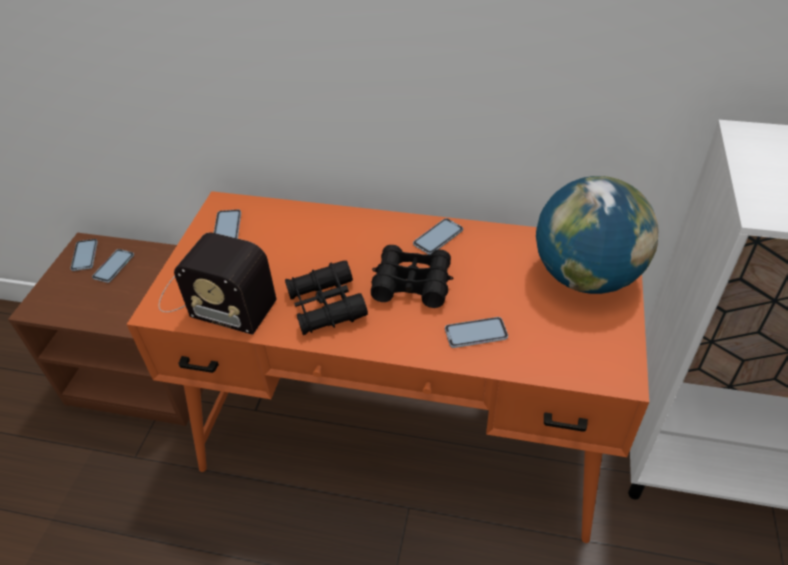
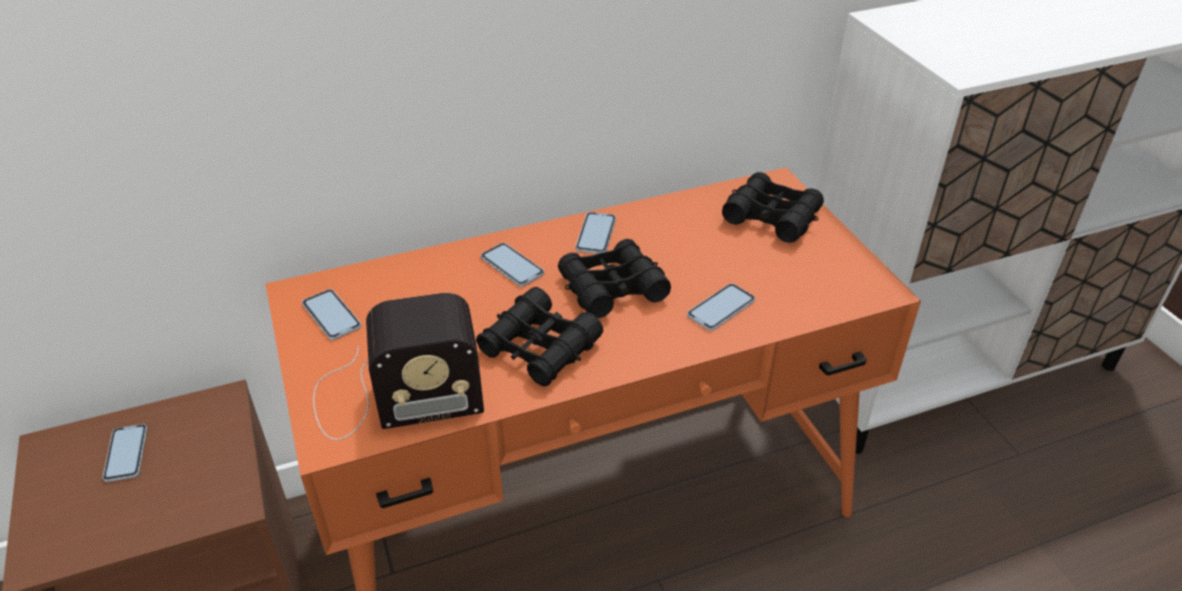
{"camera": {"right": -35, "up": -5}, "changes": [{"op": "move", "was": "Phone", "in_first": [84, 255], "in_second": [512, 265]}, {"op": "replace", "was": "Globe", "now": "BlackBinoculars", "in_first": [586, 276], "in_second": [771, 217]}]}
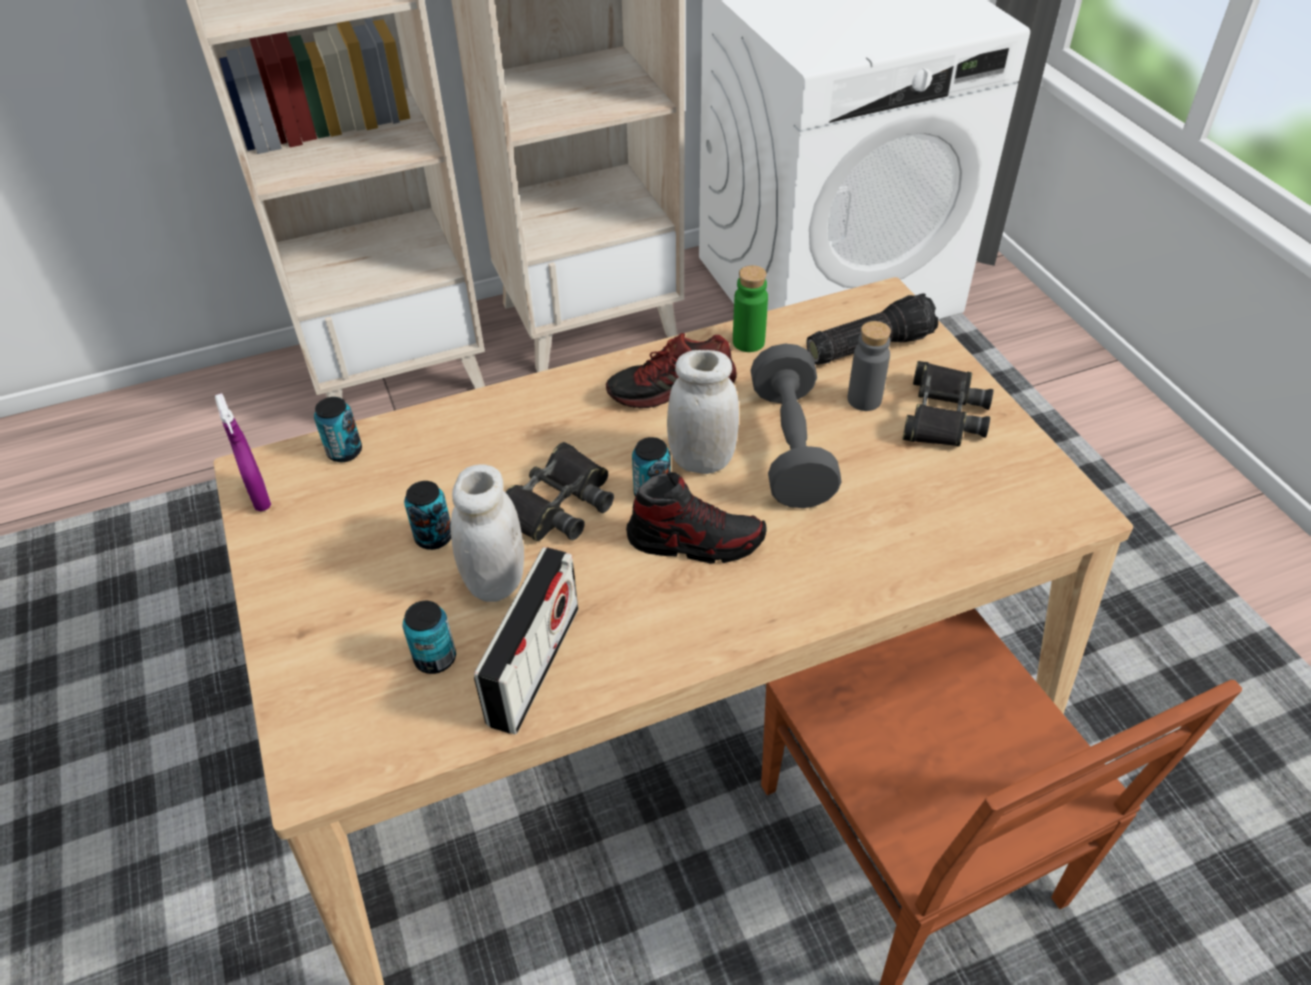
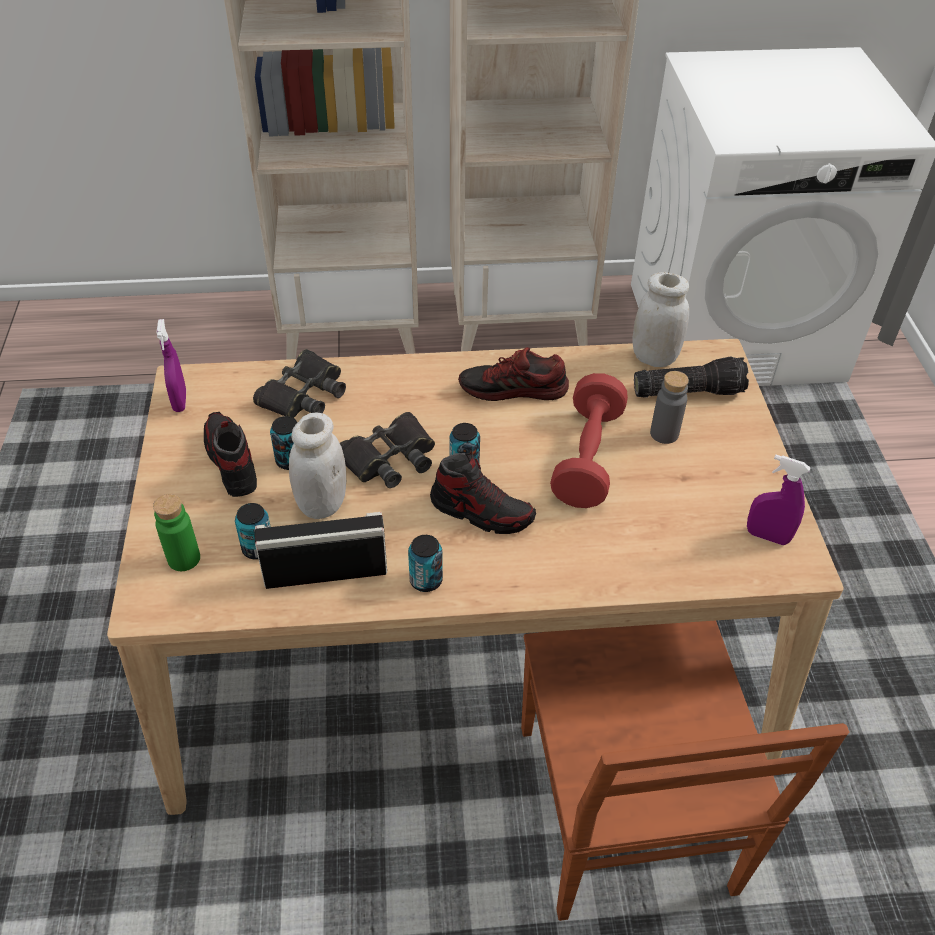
{"camera": {"right": 15, "up": 0}, "changes": [{"op": "move", "was": "Can", "in_first": [344, 451], "in_second": [426, 580]}, {"op": "rotate", "was": "Radio", "in_first": [534, 665], "in_second": [325, 572], "clockwise": -135}, {"op": "move", "was": "WhiteJar", "in_first": [702, 460], "in_second": [654, 357]}, {"op": "move", "was": "GreenBottle", "in_first": [748, 342], "in_second": [184, 558]}, {"op": "recolor", "was": "GreyDumbbell", "now": "RedDumbbell", "in_first": [791, 447], "in_second": [587, 458]}, {"op": "move", "was": "BlackBinoculars", "in_first": [942, 414], "in_second": [303, 394]}, {"op": "insert", "now": "Shoe", "in_second": [231, 462]}, {"op": "insert", "now": "PurpleSprayBottle", "in_second": [767, 536]}]}
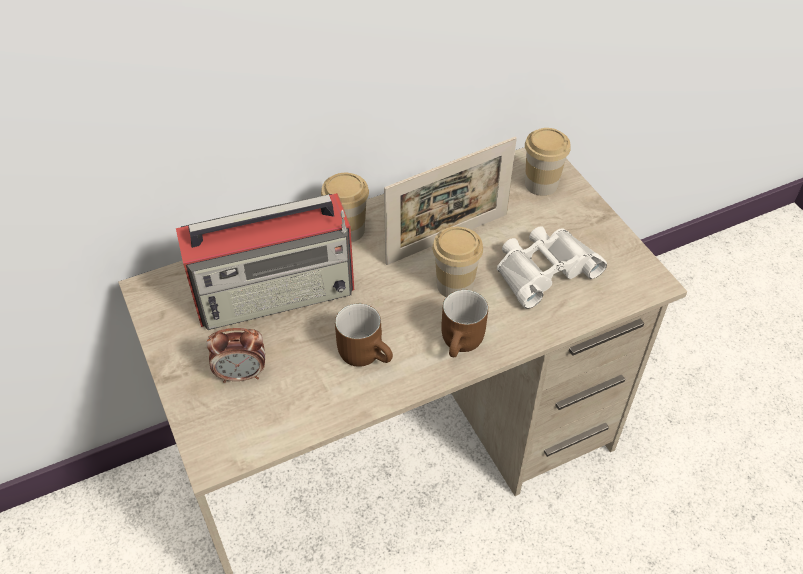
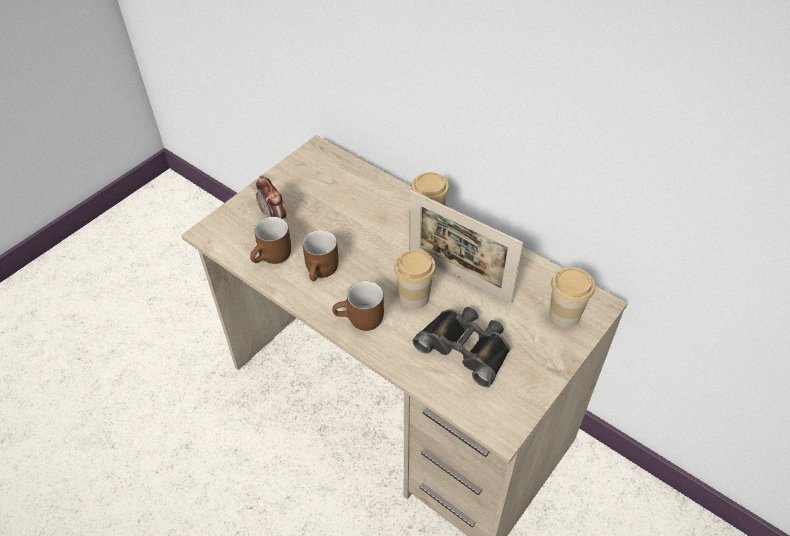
{"camera": {"right": 65, "up": 0}, "changes": [{"op": "delete", "was": "Radio", "in_first": [277, 292]}, {"op": "recolor", "was": "WhiteBinoculars", "now": "BlackBinoculars", "in_first": [543, 269], "in_second": [466, 347]}, {"op": "insert", "now": "BrownMug", "in_second": [273, 258]}]}
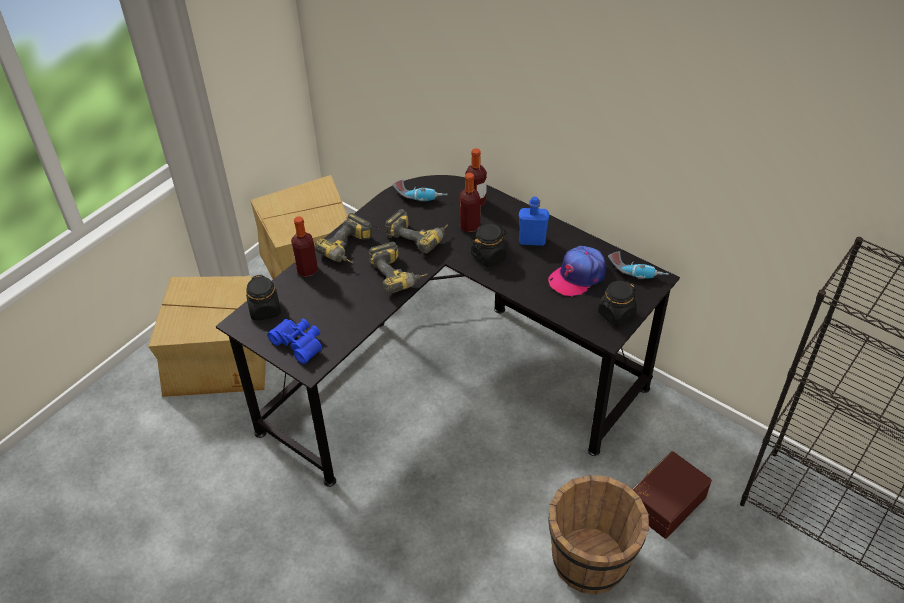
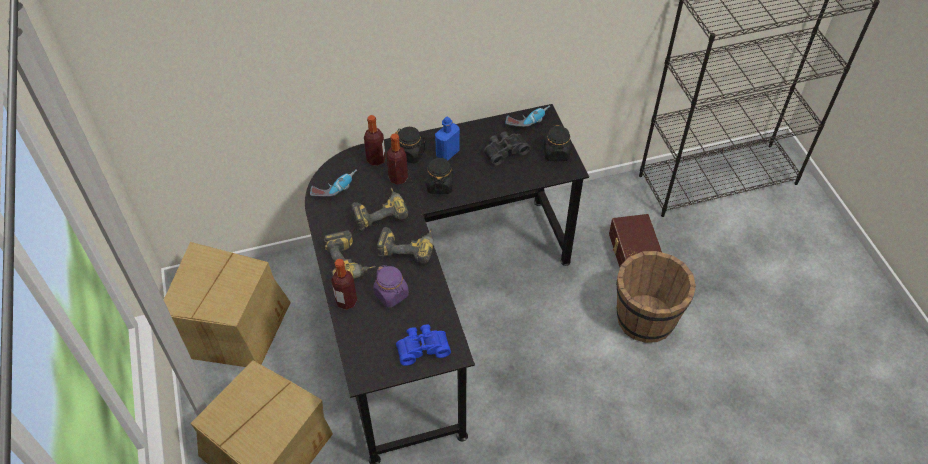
{"camera": {"right": -55, "up": 5}, "changes": [{"op": "move", "was": "BlackJar", "in_first": [265, 310], "in_second": [410, 154]}, {"op": "replace", "was": "Cap", "now": "BlackBinoculars", "in_first": [577, 276], "in_second": [504, 151]}, {"op": "insert", "now": "PurpleJar", "in_second": [391, 294]}]}
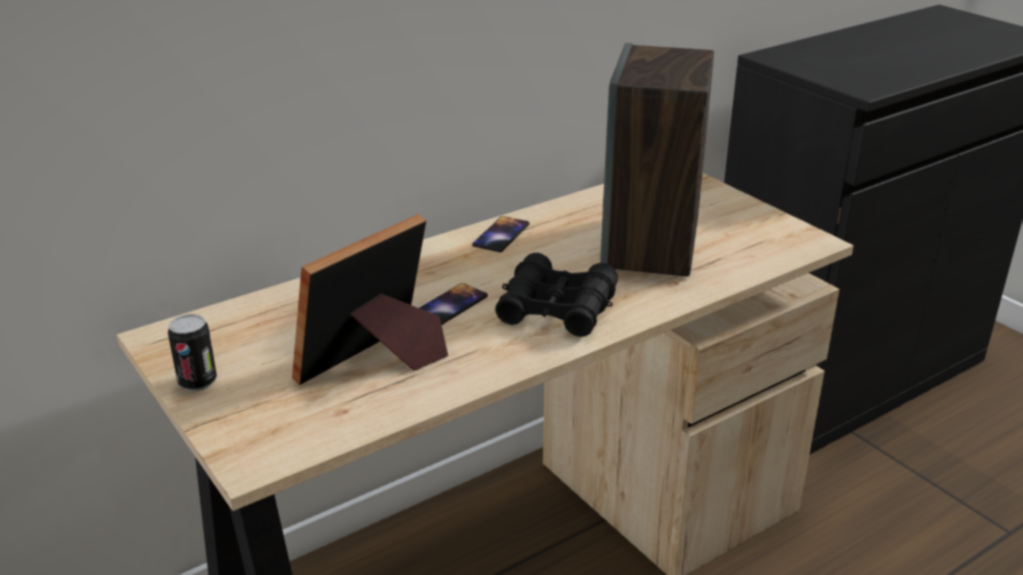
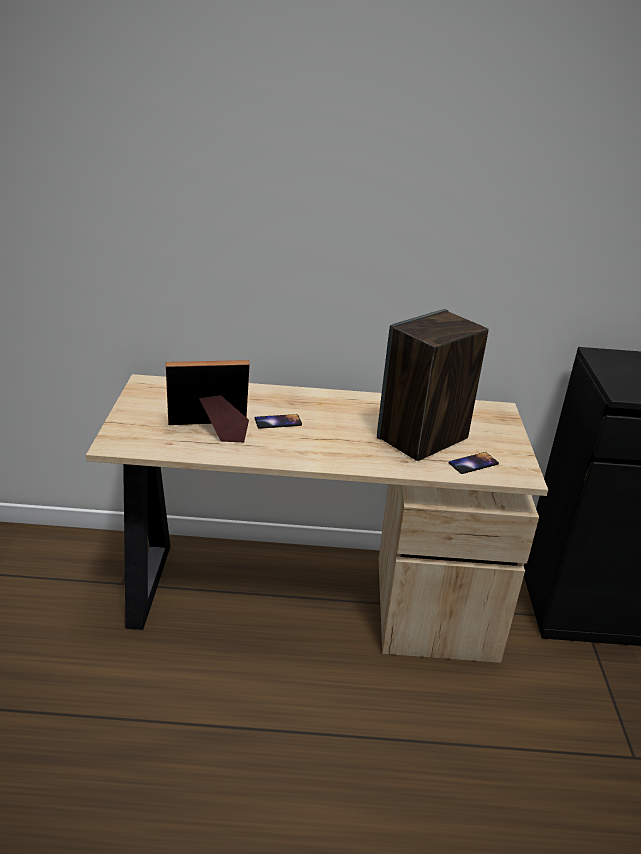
{"camera": {"right": 35, "up": 0}, "changes": [{"op": "delete", "was": "Can", "in_first": [197, 382]}, {"op": "move", "was": "Phone", "in_first": [501, 235], "in_second": [473, 463]}, {"op": "delete", "was": "BlackBinoculars", "in_first": [557, 309]}]}
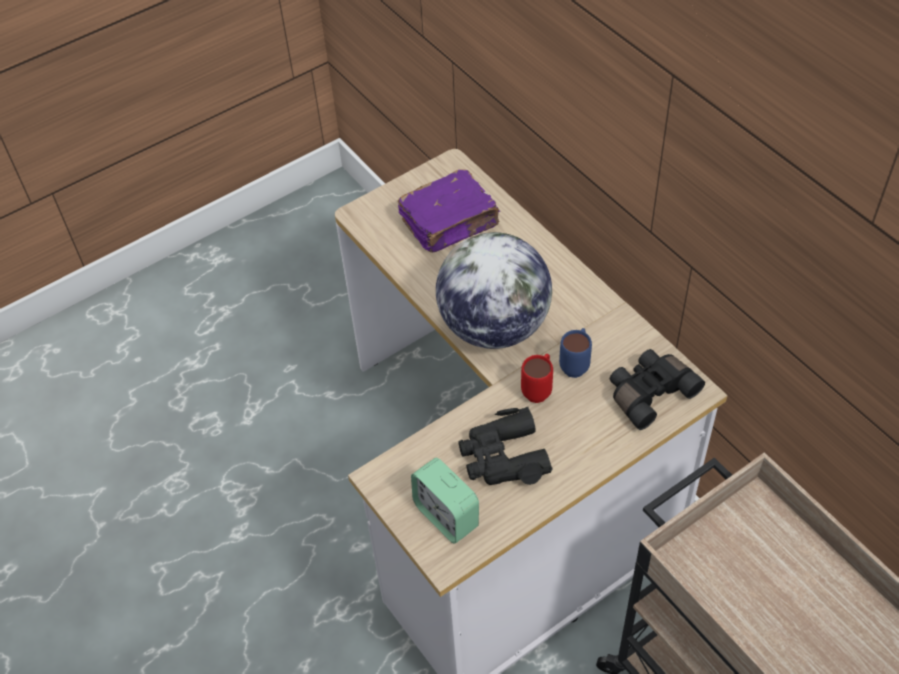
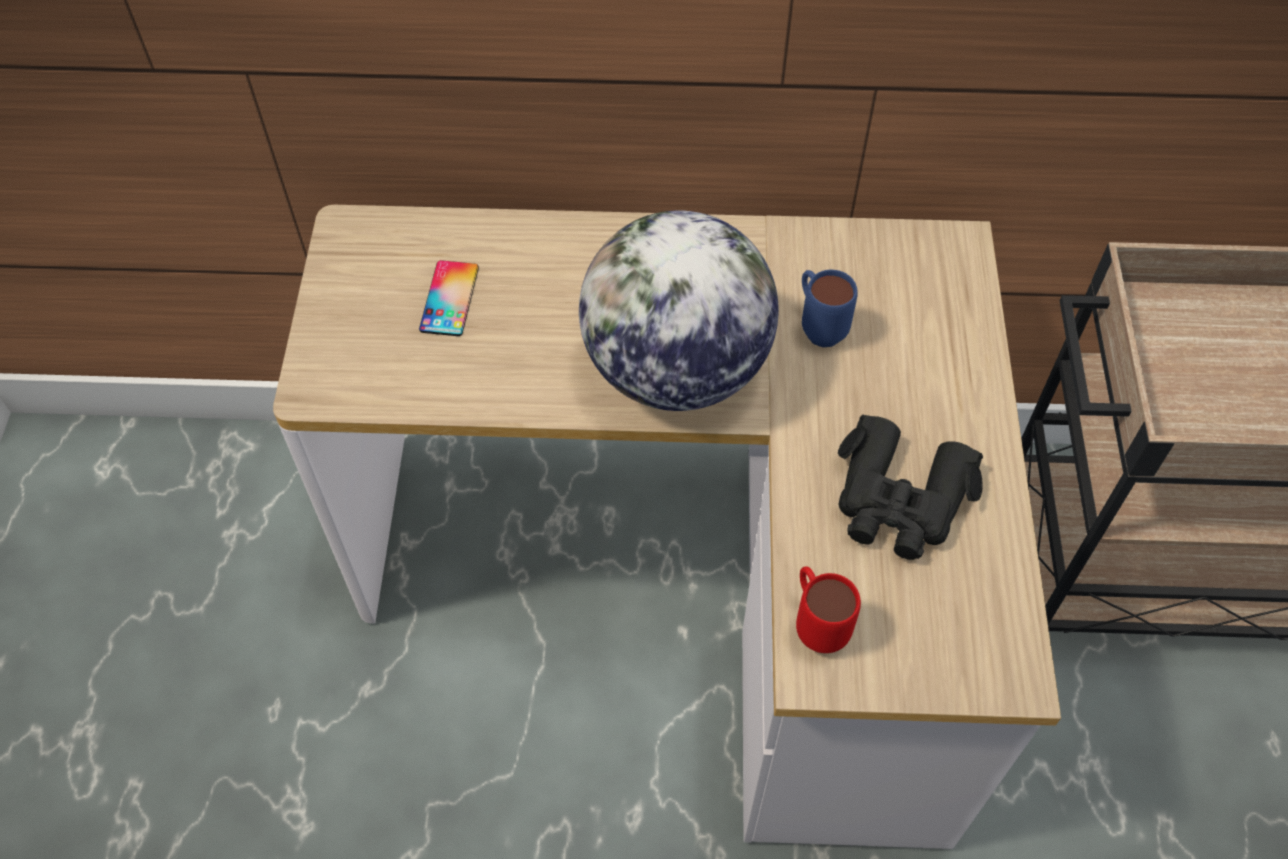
{"camera": {"right": -55, "up": 5}, "changes": [{"op": "replace", "was": "PurpleBook", "now": "Phone", "in_first": [450, 223], "in_second": [449, 298]}, {"op": "delete", "was": "AlarmClock", "in_first": [446, 516]}, {"op": "move", "was": "RedMug", "in_first": [539, 389], "in_second": [816, 624]}, {"op": "delete", "was": "BlackBinoculars", "in_first": [649, 393]}]}
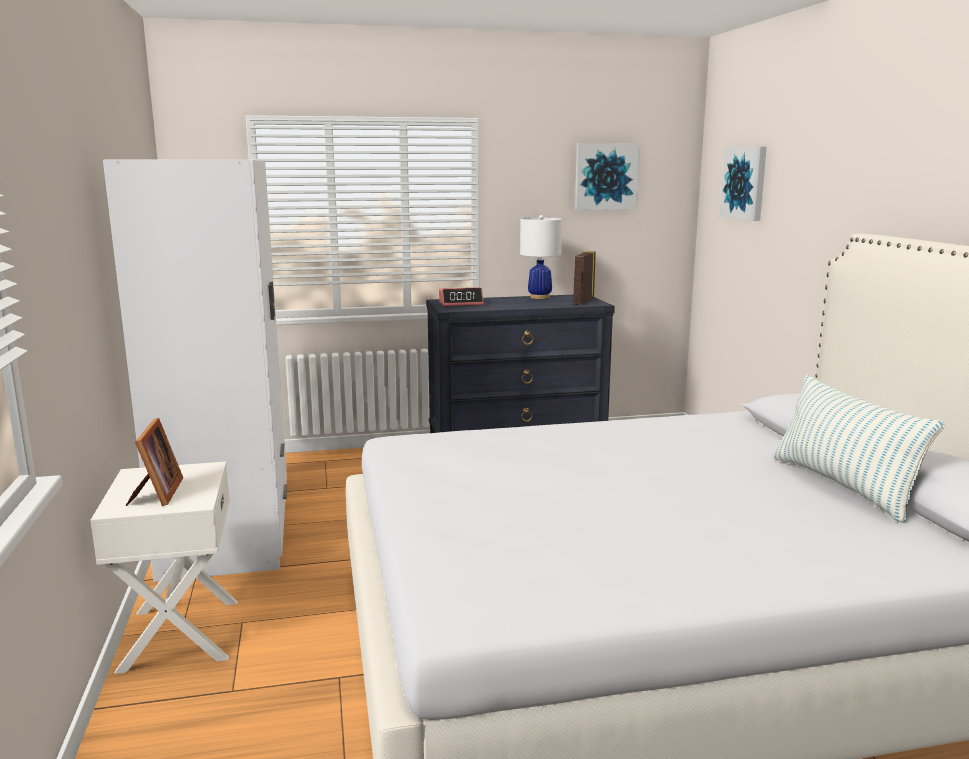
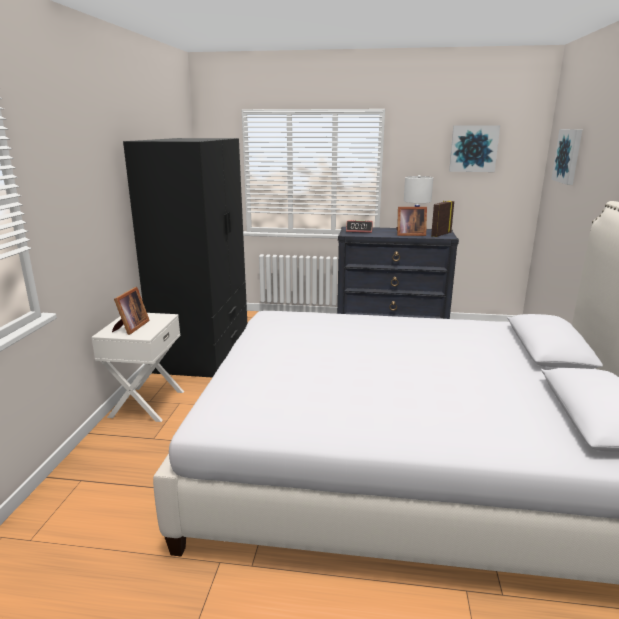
{"camera": {"right": 20, "up": 5}, "changes": [{"op": "recolor", "was": "WhiteWardrobe", "now": "BlackWardrobe", "in_first": [230, 527], "in_second": [204, 350]}, {"op": "delete", "was": "Pillow", "in_first": [842, 486]}, {"op": "insert", "now": "PictureFrame", "in_second": [409, 234]}]}
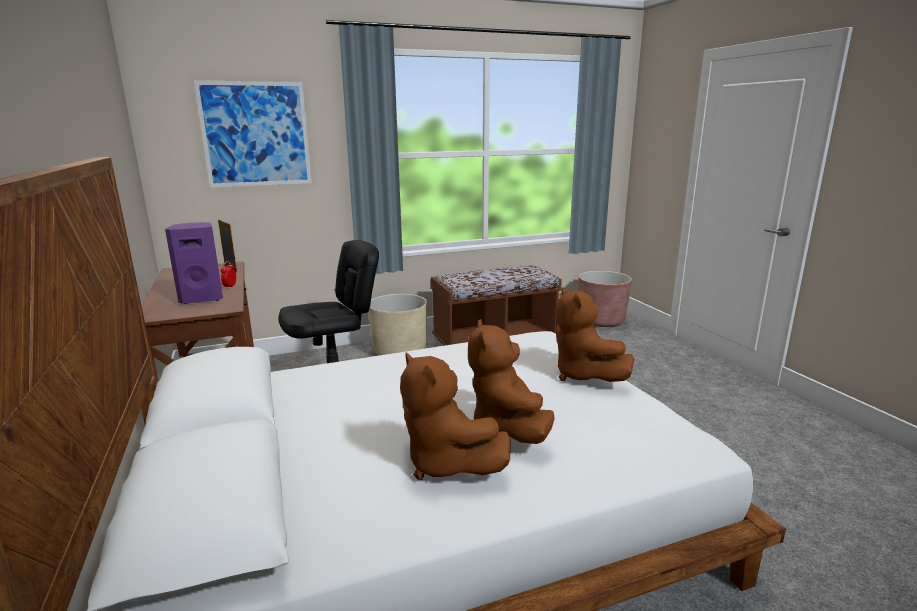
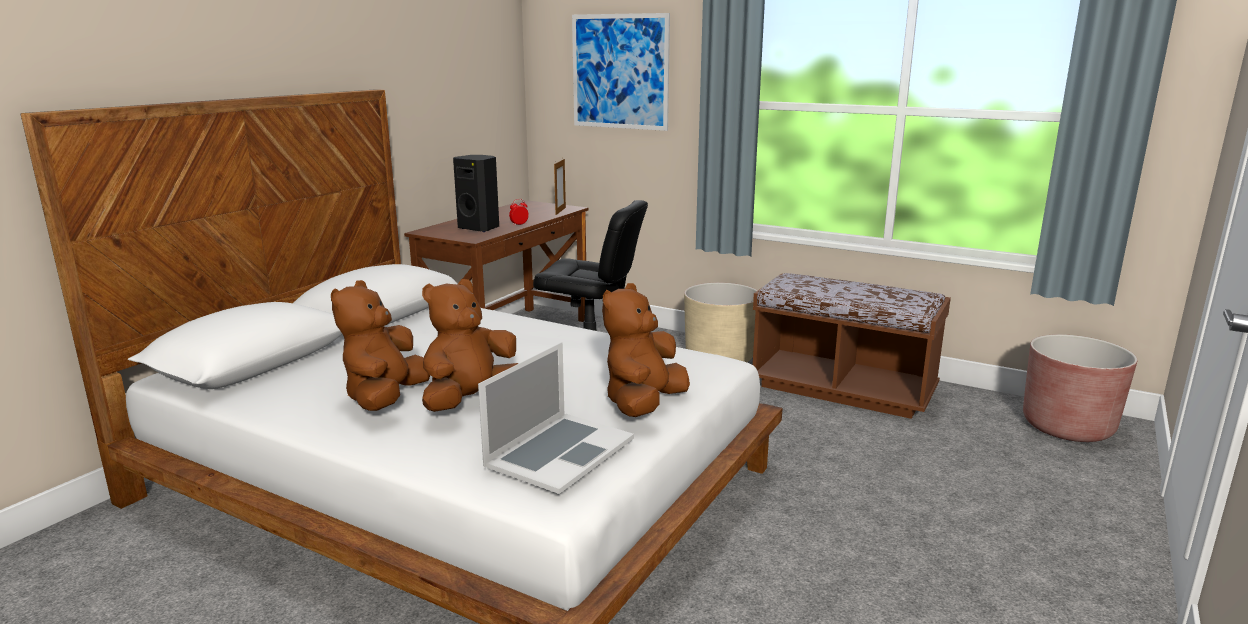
{"camera": {"right": 50, "up": 0}, "changes": [{"op": "recolor", "was": "PurpleSpeaker", "now": "BlackSpeaker", "in_first": [202, 298], "in_second": [480, 228]}, {"op": "insert", "now": "Laptop", "in_second": [559, 451]}]}
